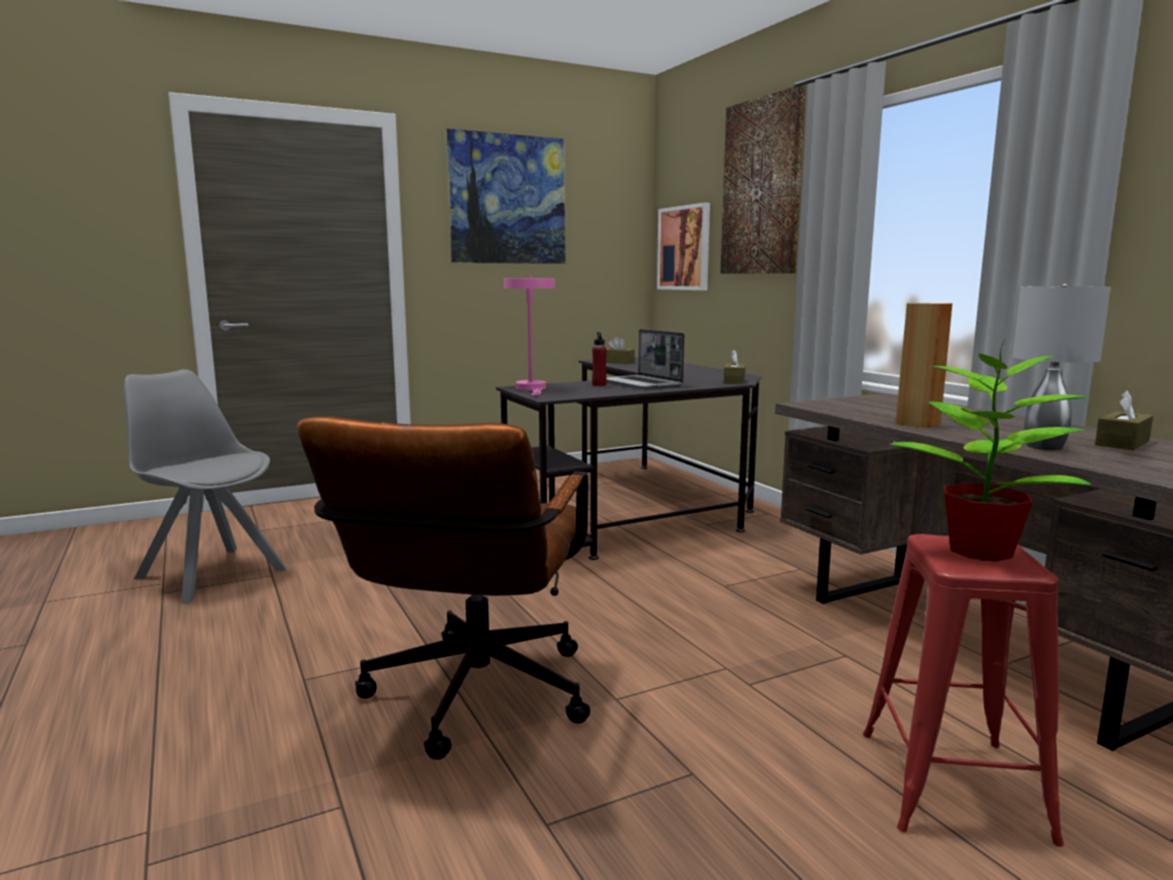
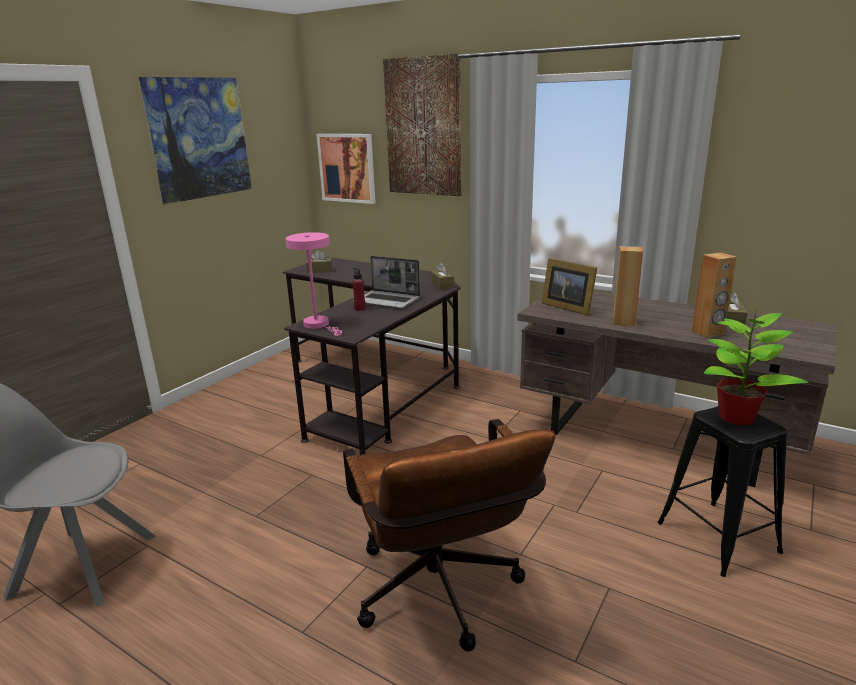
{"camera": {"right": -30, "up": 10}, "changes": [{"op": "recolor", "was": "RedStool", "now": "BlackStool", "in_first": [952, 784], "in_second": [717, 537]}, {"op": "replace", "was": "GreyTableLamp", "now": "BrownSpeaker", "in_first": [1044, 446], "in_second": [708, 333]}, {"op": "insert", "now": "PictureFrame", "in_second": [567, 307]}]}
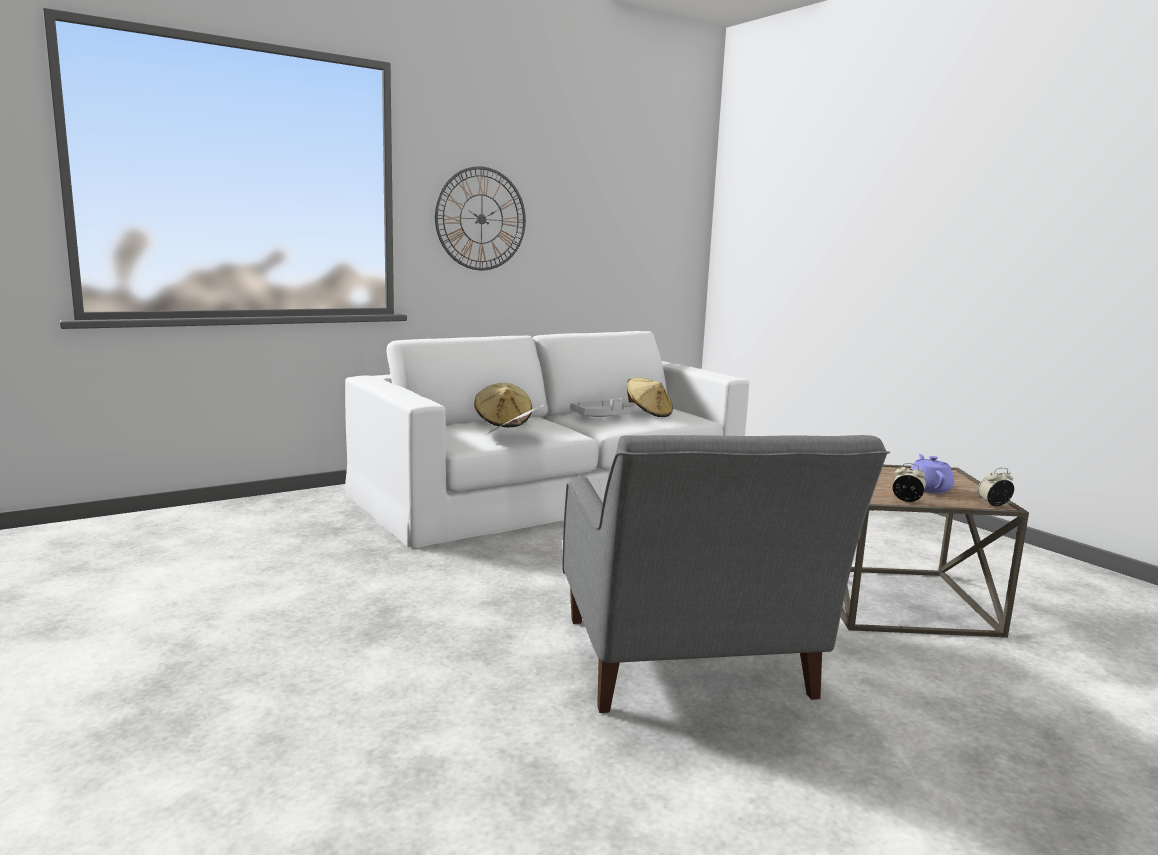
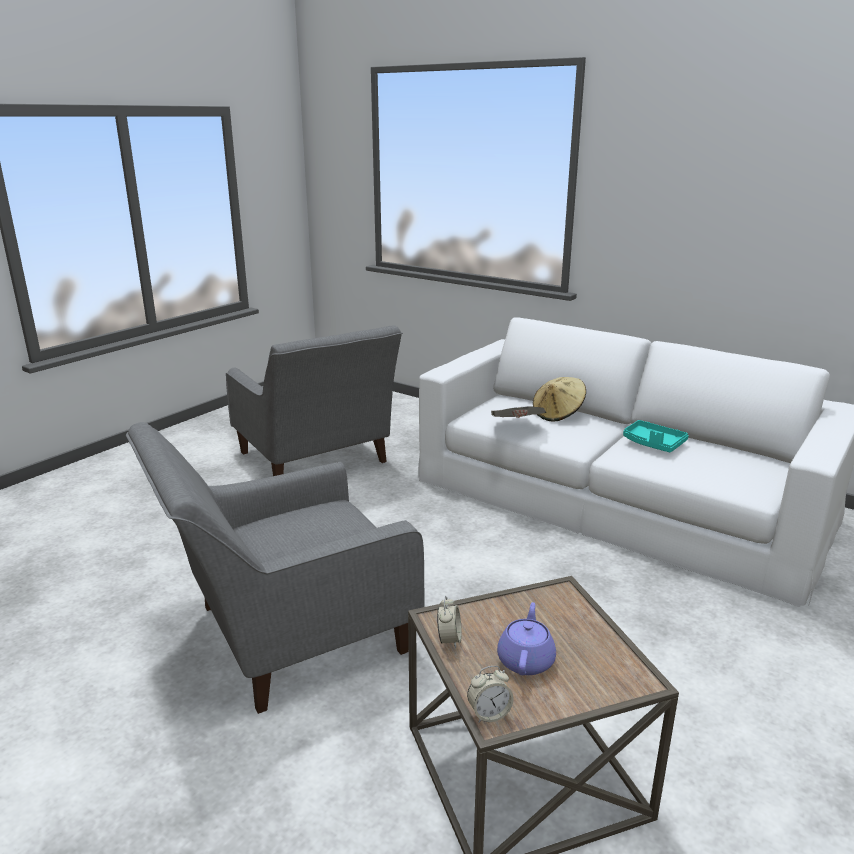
{"camera": {"right": 70, "up": 10}, "changes": [{"op": "delete", "was": "WallClock", "in_first": [481, 219]}, {"op": "recolor", "was": "GreyTray", "now": "TurquoiseTray", "in_first": [600, 416], "in_second": [653, 444]}, {"op": "delete", "was": "BeigeHat", "in_first": [648, 413]}, {"op": "rotate", "was": "PurpleTeapot", "in_first": [928, 488], "in_second": [526, 660], "clockwise": -60}, {"op": "rotate", "was": "AlarmClock", "in_first": [993, 504], "in_second": [489, 714], "clockwise": 105}, {"op": "insert", "now": "GreyArmchair", "in_second": [316, 461]}]}
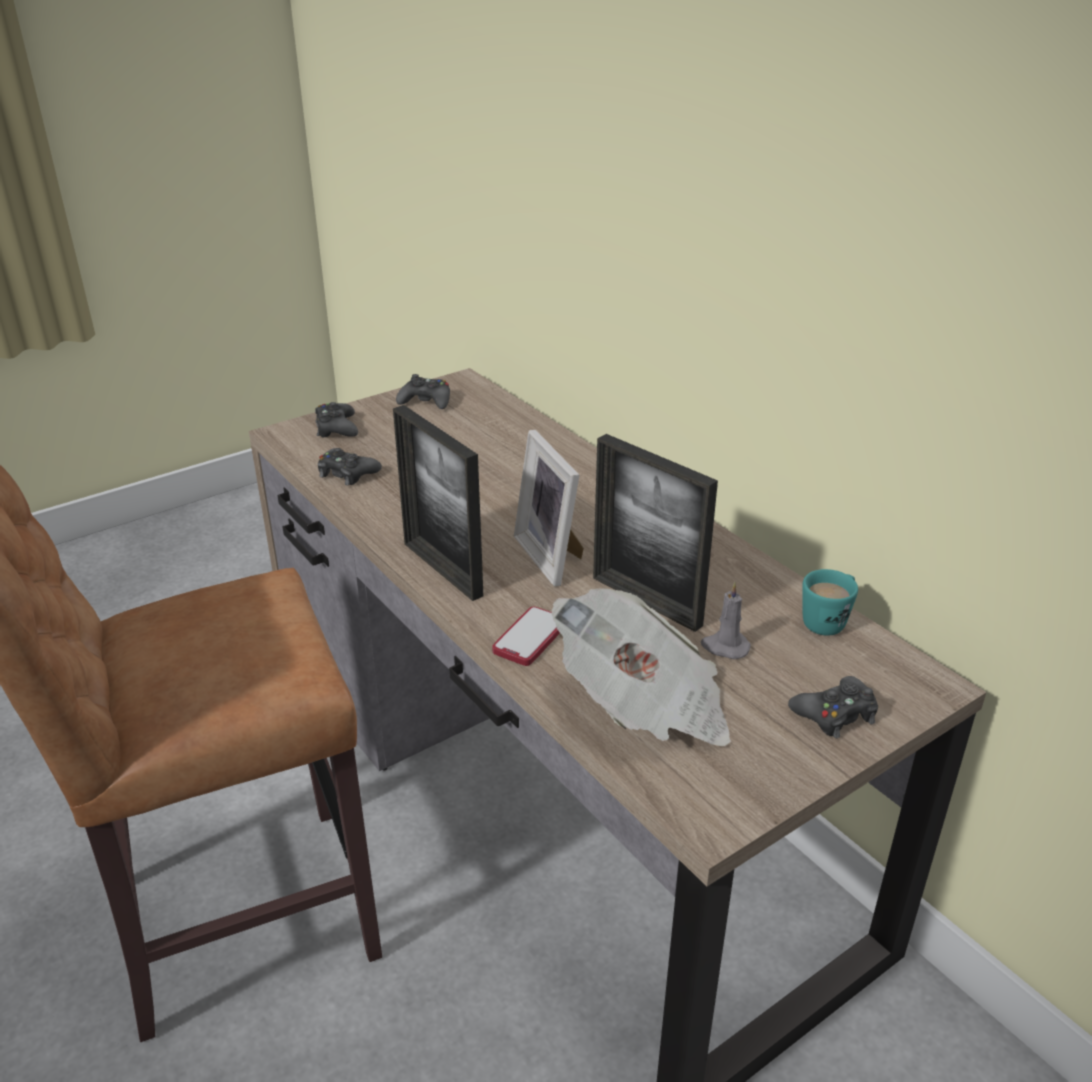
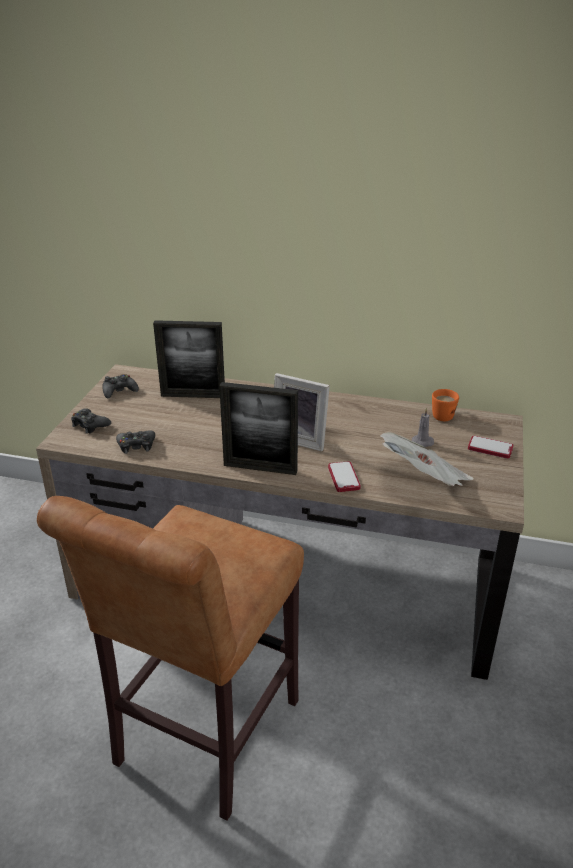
{"camera": {"right": -40, "up": 0}, "changes": [{"op": "move", "was": "PictureFrame", "in_first": [646, 601], "in_second": [193, 395]}, {"op": "replace", "was": "BlackGameController", "now": "Phone", "in_first": [835, 714], "in_second": [490, 448]}, {"op": "recolor", "was": "TurquoiseMug", "now": "OrangeMug", "in_first": [828, 621], "in_second": [442, 414]}]}
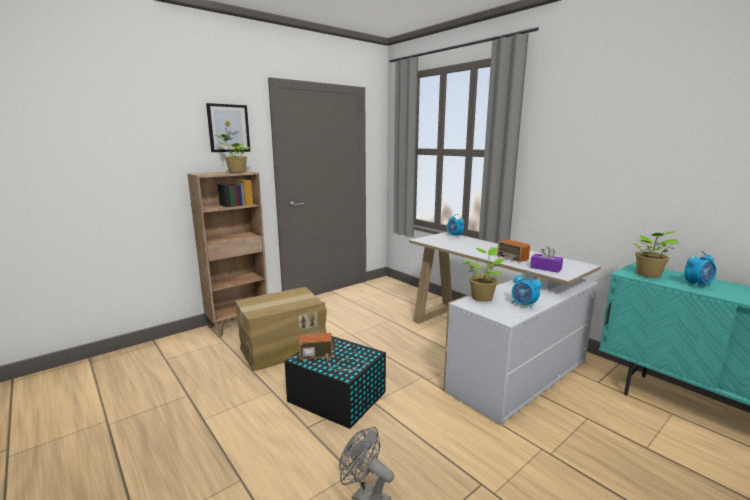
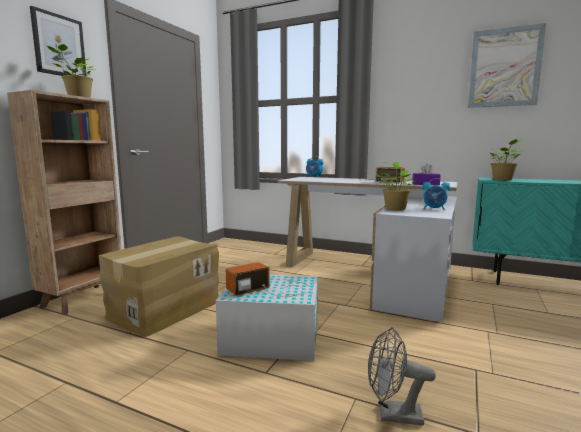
{"camera": {"right": -25, "up": -5}, "changes": [{"op": "recolor", "was": "BlackStorageBox", "now": "WhiteStorageBox", "in_first": [336, 396], "in_second": [270, 337]}, {"op": "delete", "was": "AlarmClock", "in_first": [697, 285]}, {"op": "insert", "now": "Picture", "in_second": [504, 68]}]}
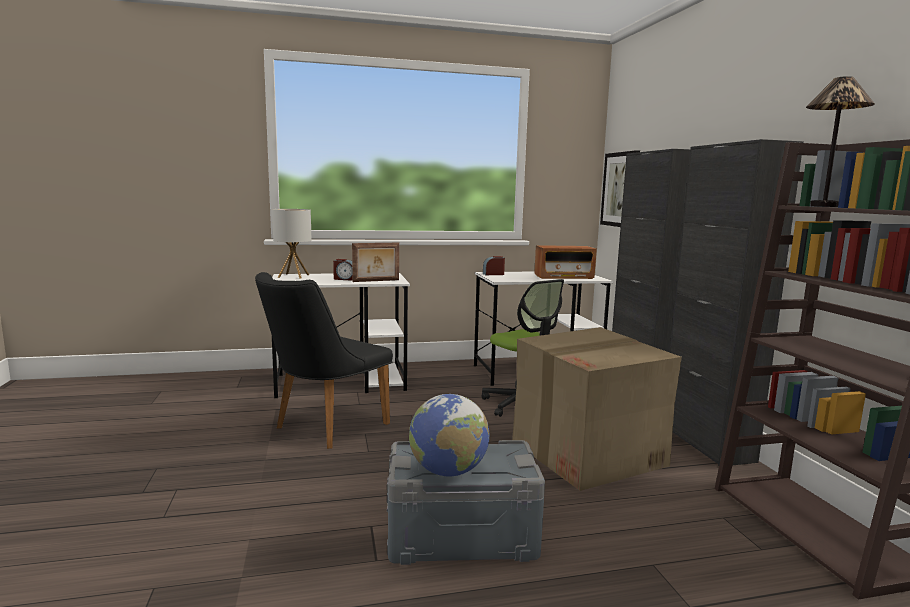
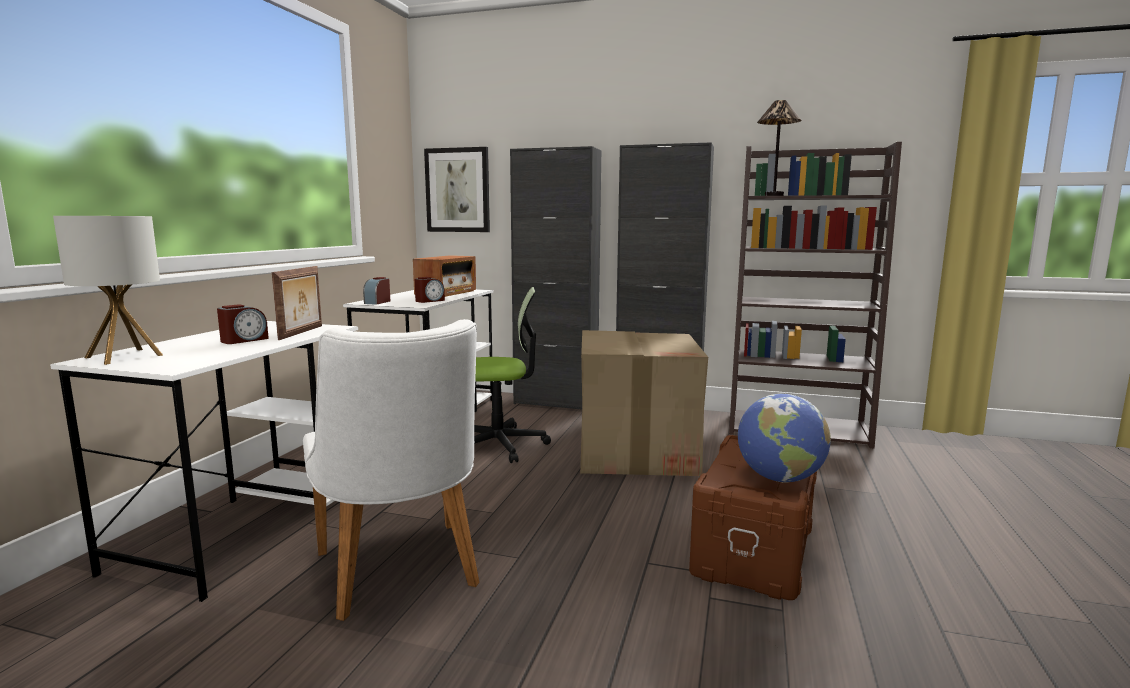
{"camera": {"right": -60, "up": 0}, "changes": [{"op": "recolor", "was": "BlackChair", "now": "WhiteChair", "in_first": [323, 428], "in_second": [401, 576]}, {"op": "recolor", "was": "GreyStorageBox", "now": "BrownStorageBox", "in_first": [461, 537], "in_second": [755, 550]}, {"op": "insert", "now": "AlarmClock", "in_second": [429, 301]}]}
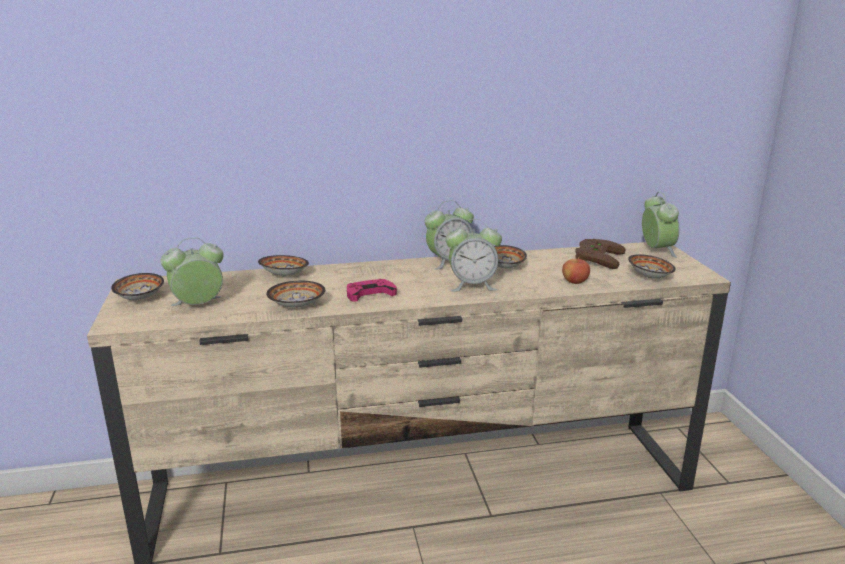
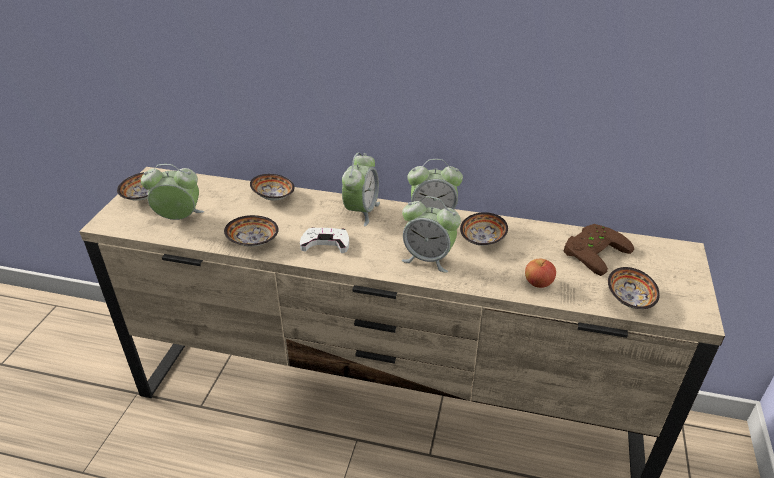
{"camera": {"right": 25, "up": 15}, "changes": [{"op": "recolor", "was": "PinkGameController", "now": "WhiteGameController", "in_first": [370, 294], "in_second": [325, 243]}, {"op": "move", "was": "AlarmClock", "in_first": [656, 251], "in_second": [361, 211]}]}
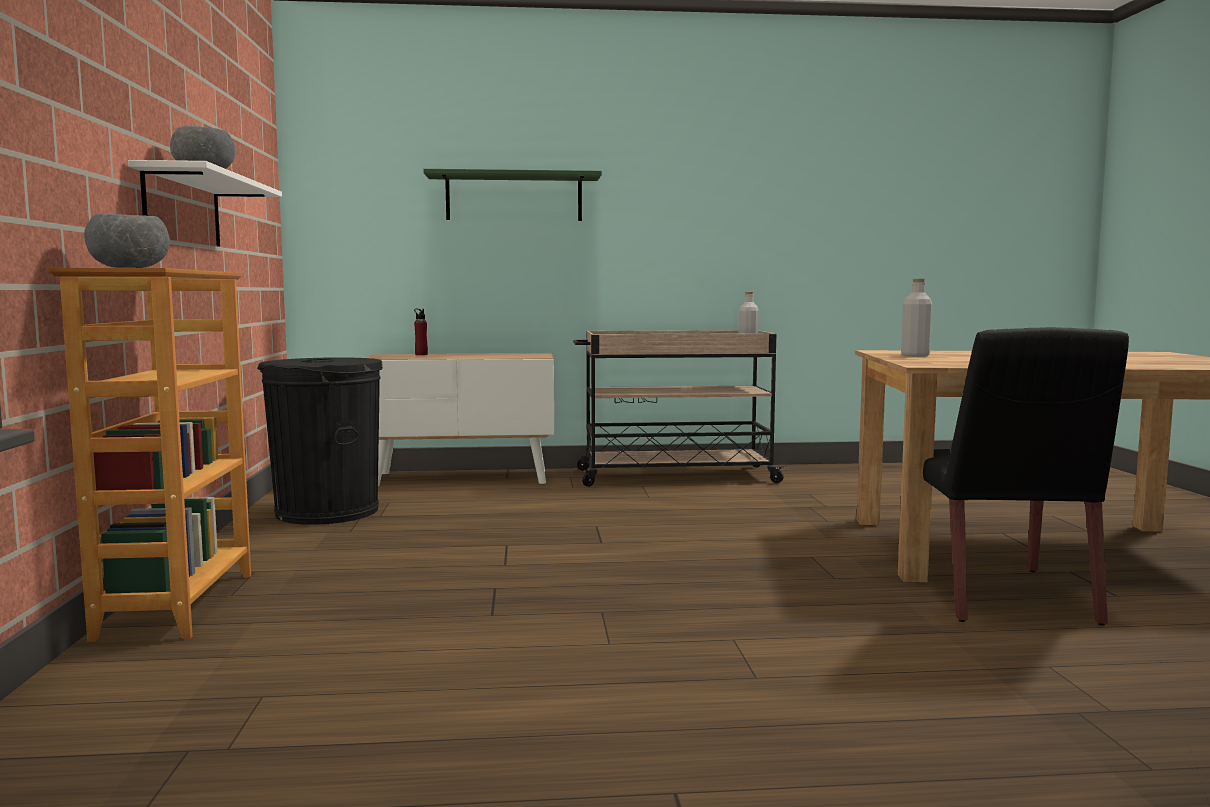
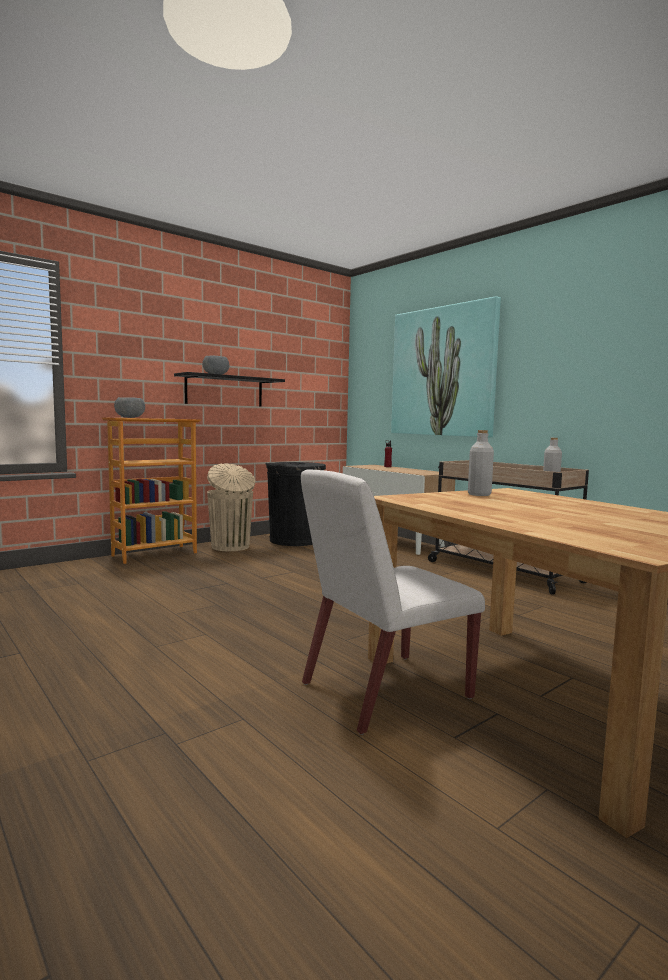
{"camera": {"right": 55, "up": 0}, "changes": [{"op": "recolor", "was": "WhiteShelf", "now": "BlackShelf", "in_first": [183, 209], "in_second": [224, 391]}, {"op": "replace", "was": "GreenShelf", "now": "Picture", "in_first": [514, 198], "in_second": [443, 372]}, {"op": "recolor", "was": "BlackChair", "now": "WhiteChair", "in_first": [1000, 595], "in_second": [384, 691]}, {"op": "insert", "now": "BeigeTrashCan", "in_second": [231, 547]}]}
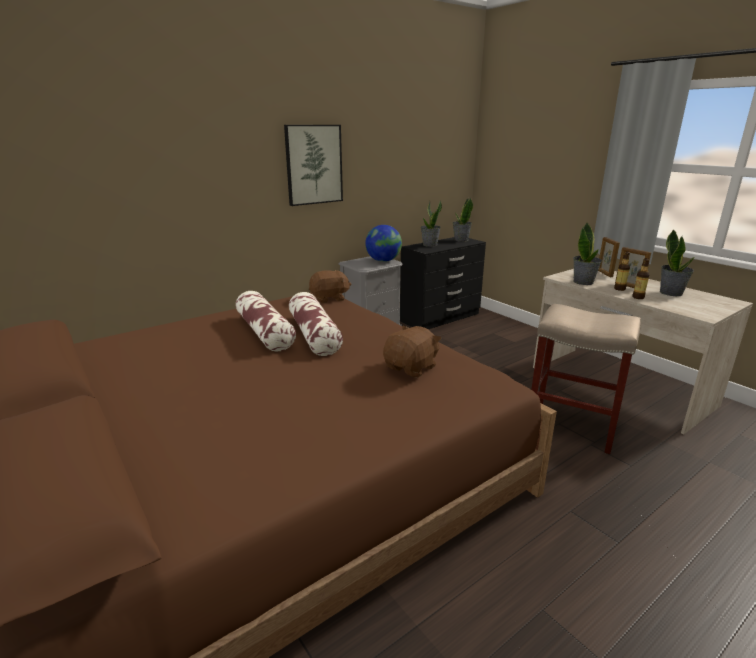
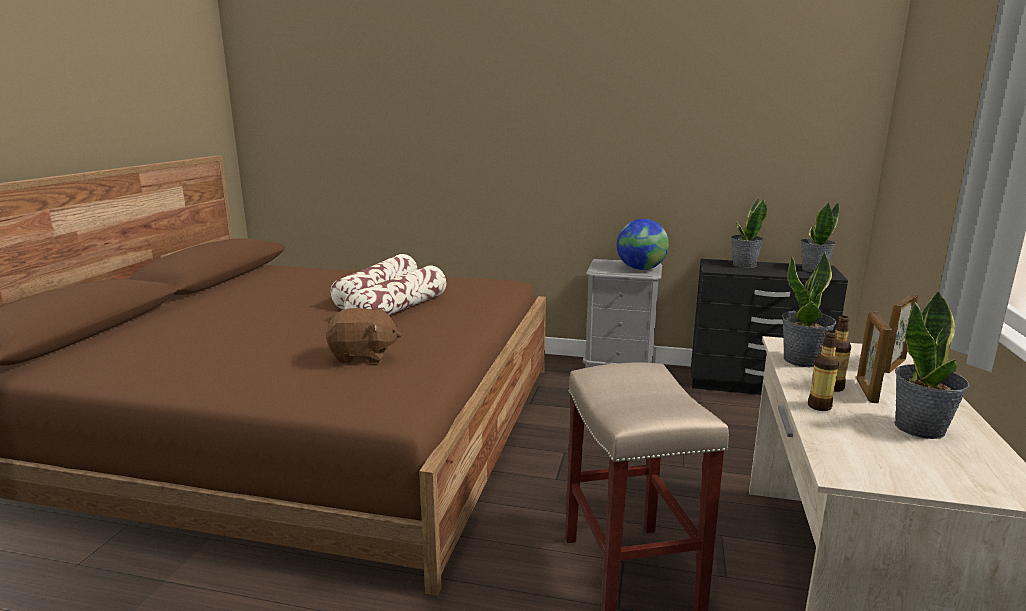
{"camera": {"right": 50, "up": -5}, "changes": [{"op": "delete", "was": "Picture", "in_first": [313, 164]}, {"op": "delete", "was": "BrownPlushToy", "in_first": [329, 298]}]}
